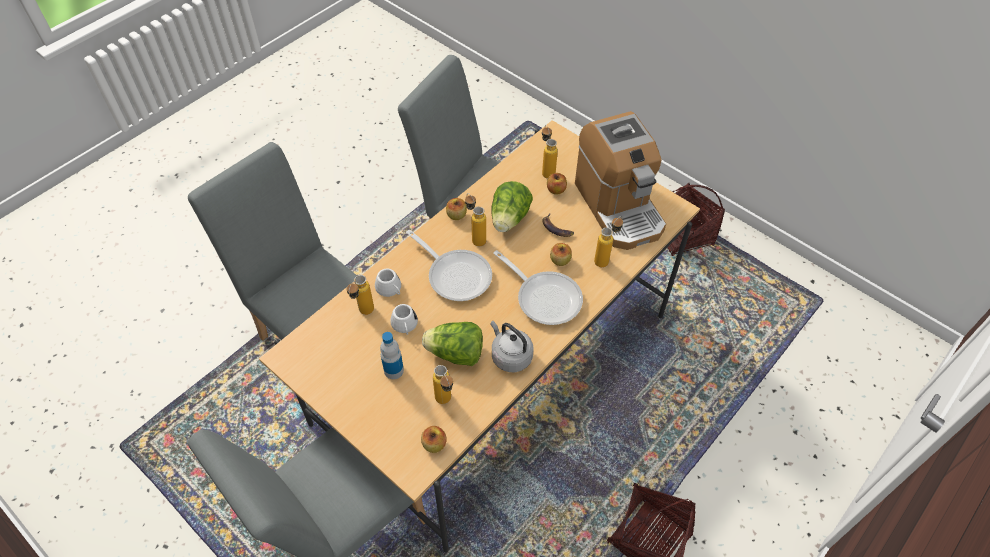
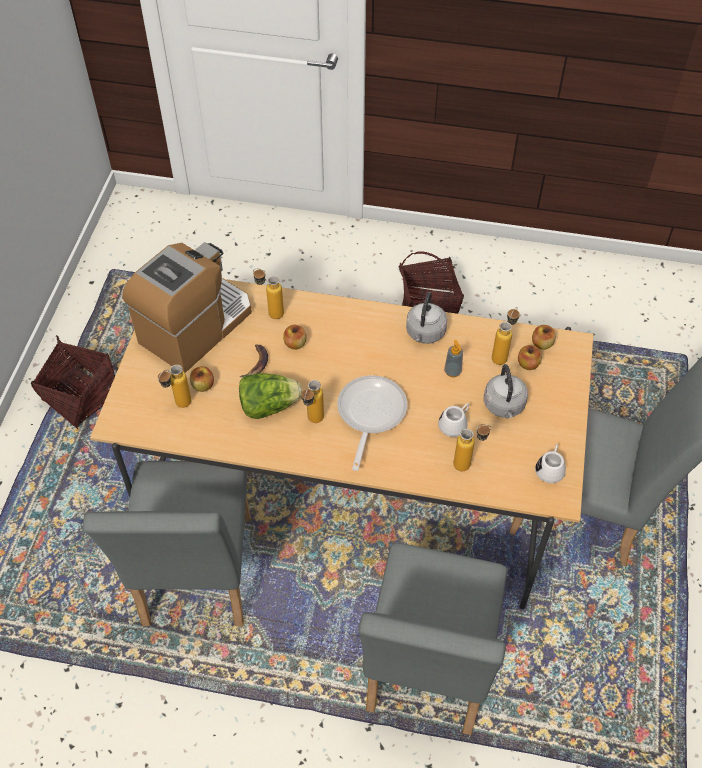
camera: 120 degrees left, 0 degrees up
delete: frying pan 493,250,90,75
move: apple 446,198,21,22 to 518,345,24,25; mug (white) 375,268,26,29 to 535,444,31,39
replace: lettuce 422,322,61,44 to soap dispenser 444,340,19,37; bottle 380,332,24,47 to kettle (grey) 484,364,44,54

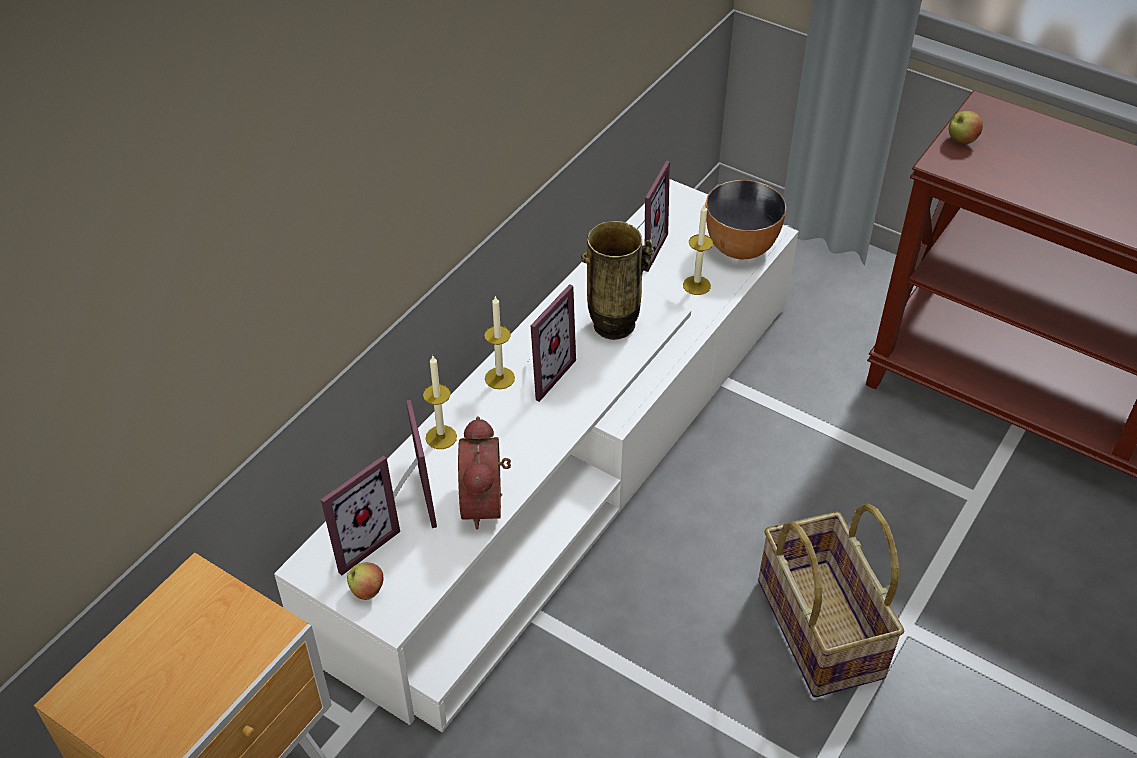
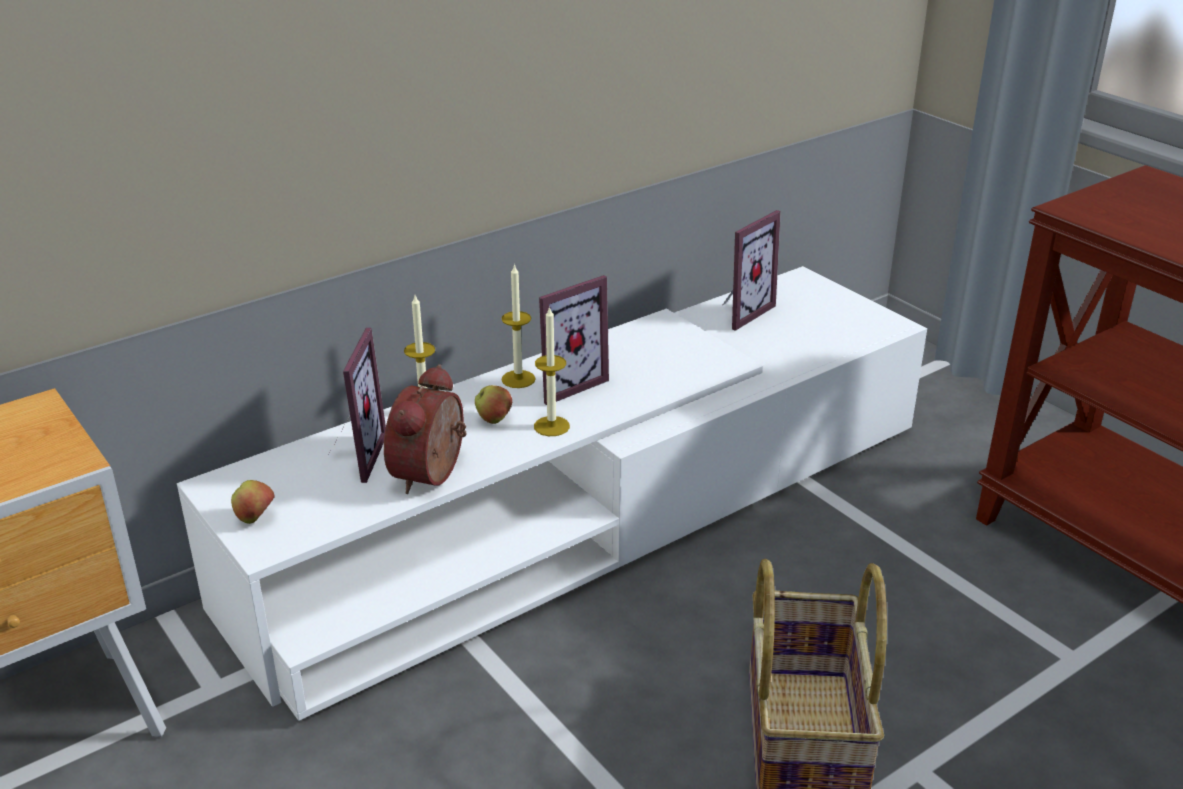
camera: 20 degrees right, 15 degrees down
delete: picture frame 321,455,79,121; vase 581,221,73,119; bowl 705,180,82,79
move: apple 949,110,34,34 to 475,385,37,39; candle 683,204,30,91 to 534,306,36,130

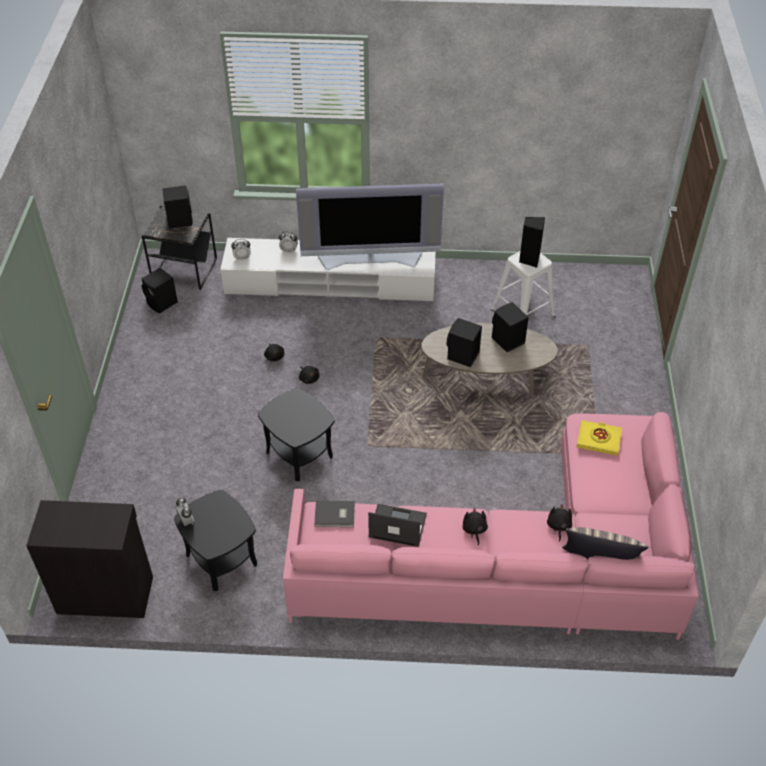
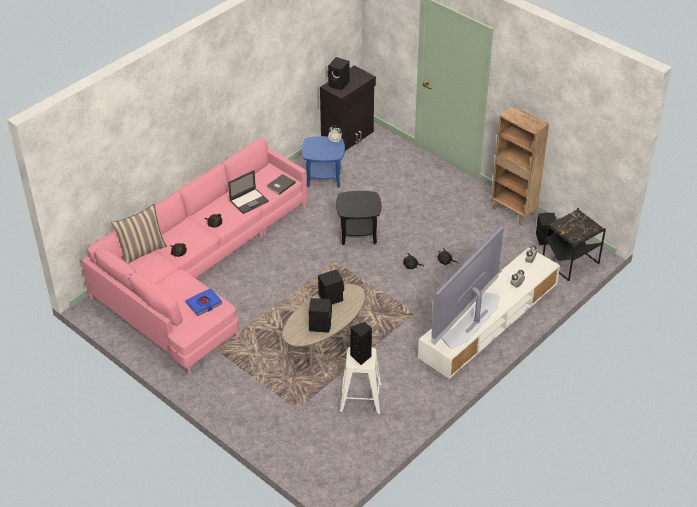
camera: 130 degrees right, 5 degrees down
insert: bookcase (brown) 491,106,58,119
move: speaker (black) 162,185,31,44 to 328,57,22,33
recolor: book (yellow) 577,420,45,36 to book (blue) 185,288,37,28; side table (black) 174,490,83,101 to side table (blue) 302,136,43,52

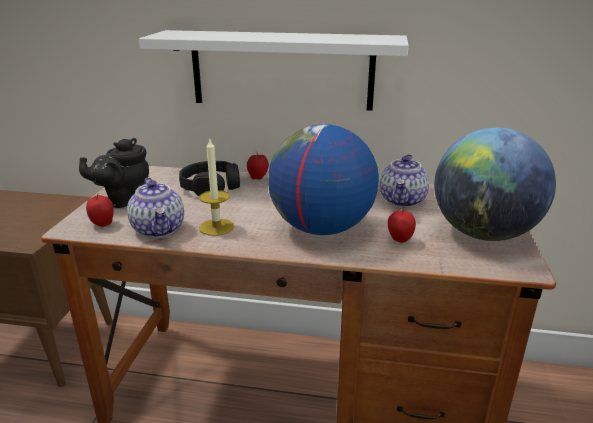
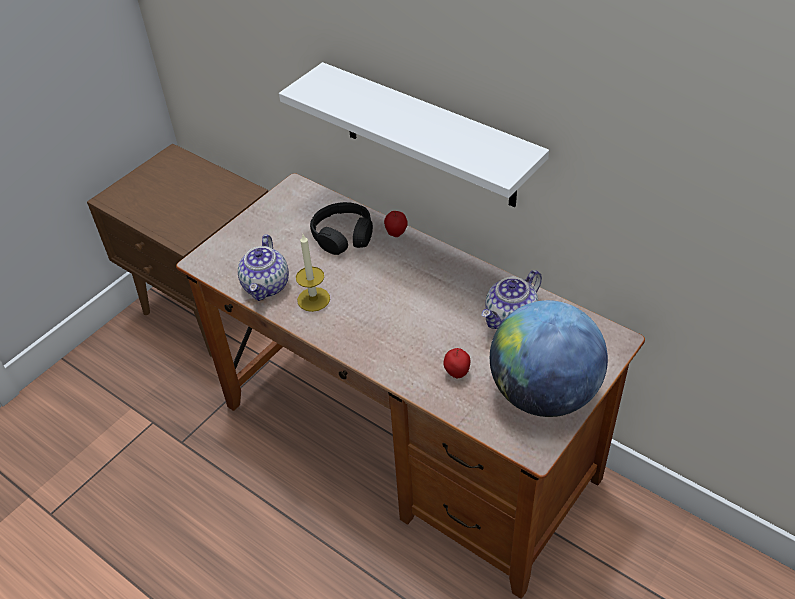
camera: 30 degrees right, 20 degrees up
delete: teapot (black) 79,138,70,70; apple 86,193,27,34; globe 268,124,111,111

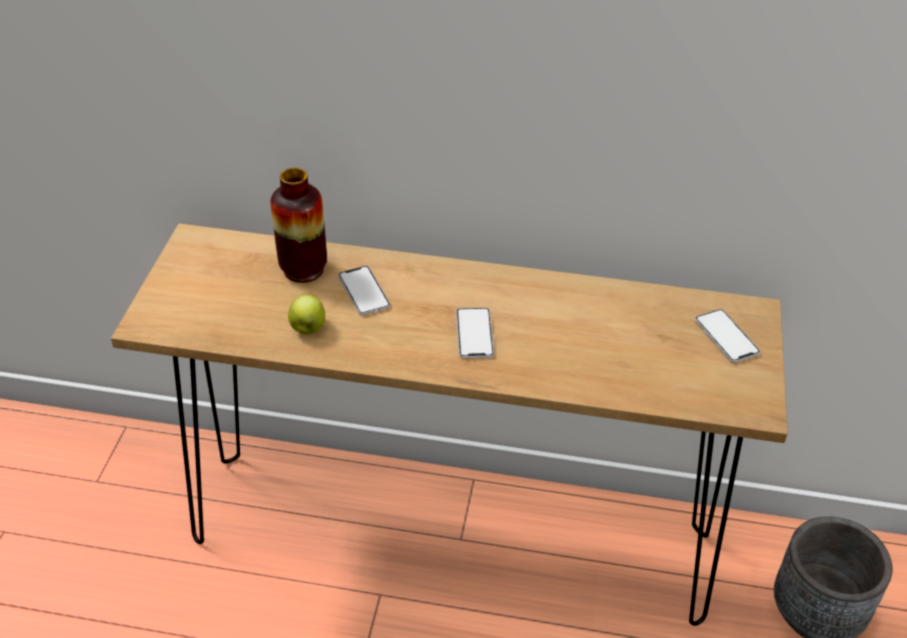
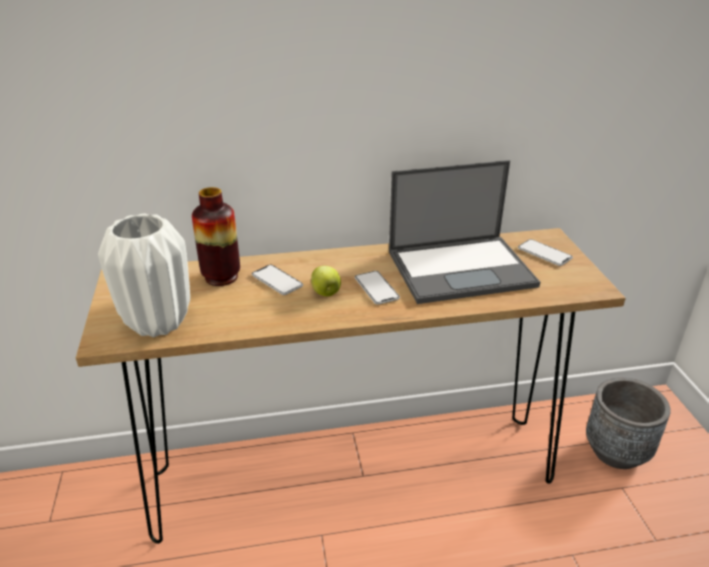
camera: 20 degrees left, 10 degrees down
insert: vase (white) 98,213,92,124; laptop 389,160,151,144
move: apple 288,295,37,39 to 311,266,30,31

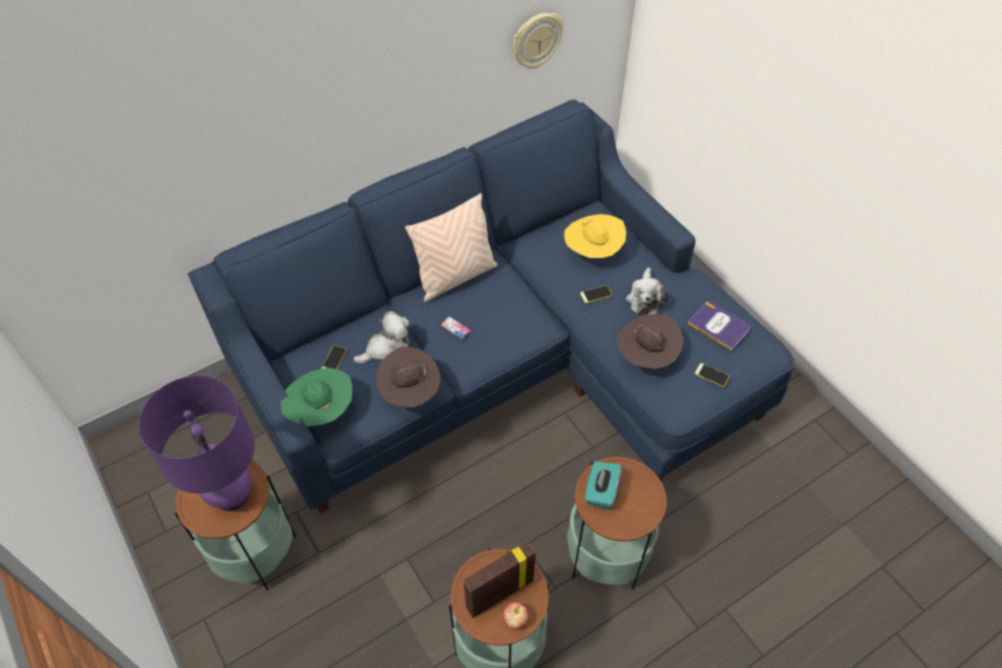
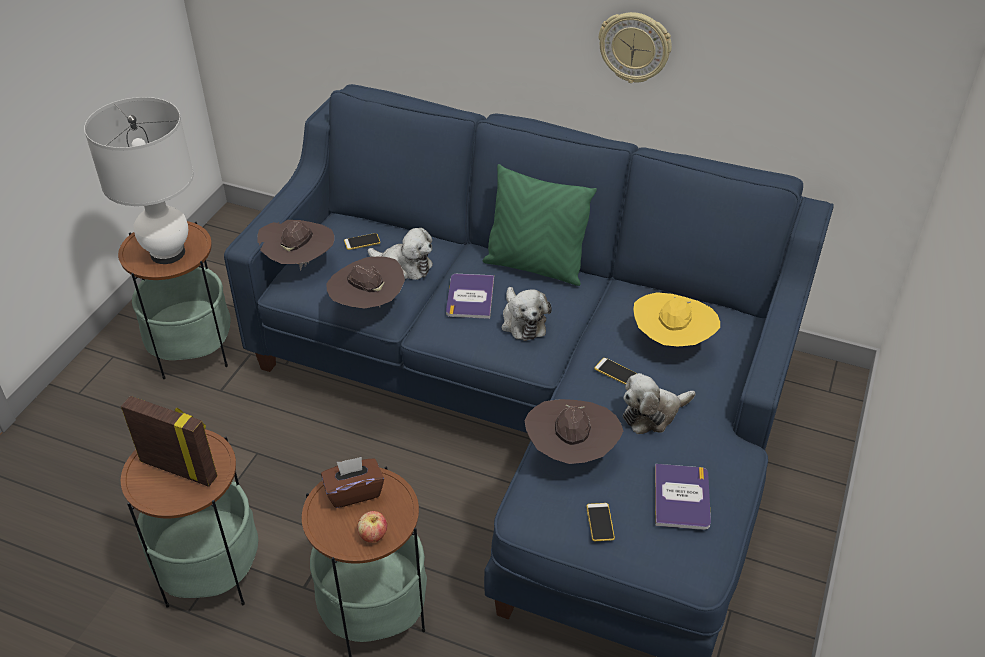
camera: 55 degrees right, 10 degrees down
insert: plush toy 502,287,50,54
move: apple 503,602,25,27 to 358,511,29,32; wall clock 513,13,50,56 to 599,12,73,71
replace: phone 440,316,32,24 to book 446,274,48,45
recolor: table lamp (purple) 138,375,117,136 to table lamp (white) 84,97,110,167; hat (green) 281,368,72,58 to hat (brown) 257,220,77,51; tissue box (turquoise) 585,461,37,49 to tissue box (brown) 321,457,63,51; pillow (beige) 405,193,93,109 to pillow (green) 483,164,114,122

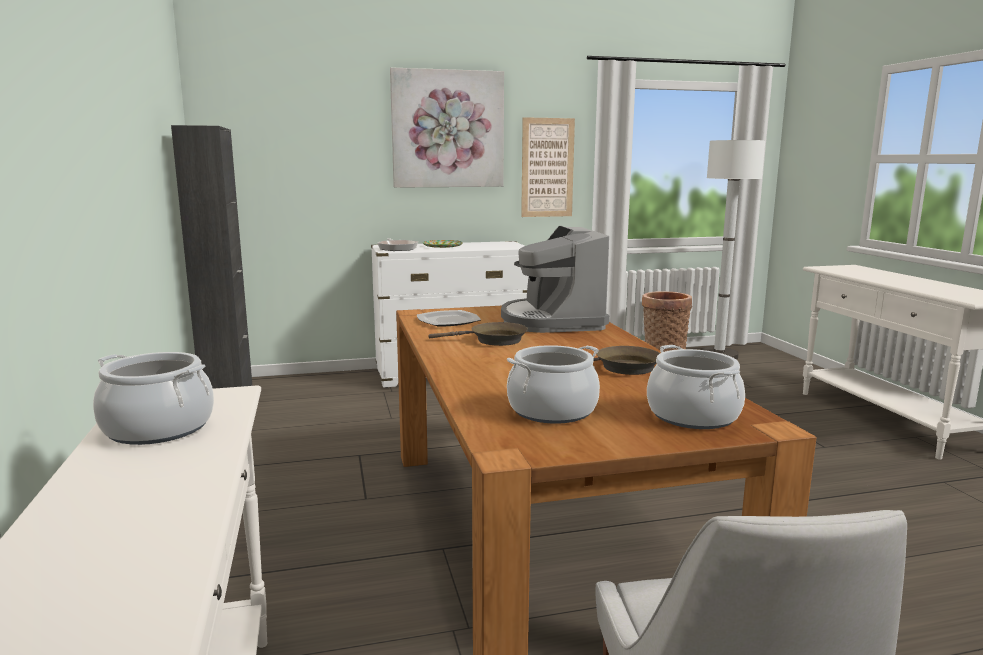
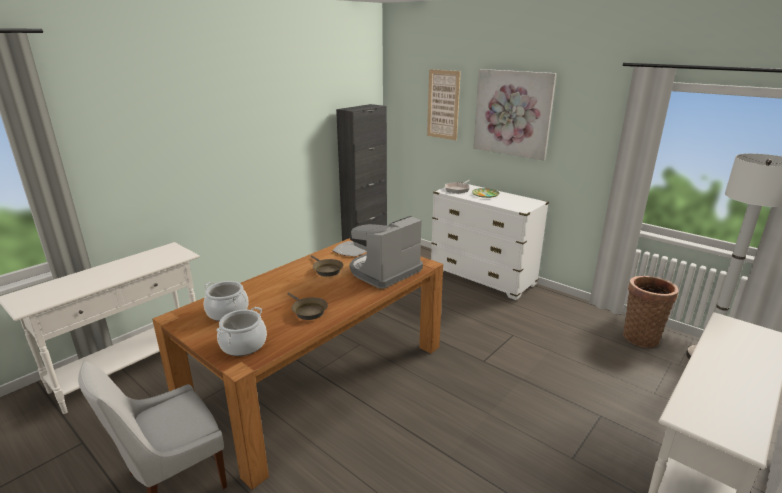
camera: 55 degrees right, 10 degrees up
delete: cooking pot 93,352,121,93
move: picture 521,117,54,100 to 427,69,34,71

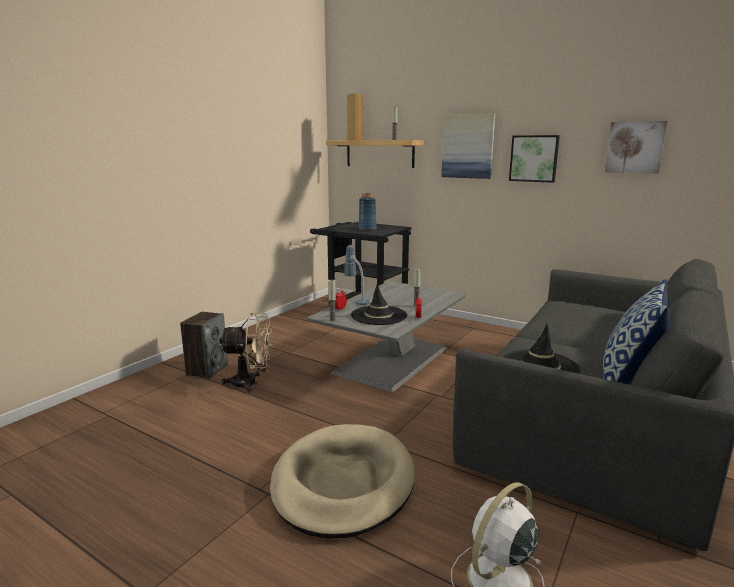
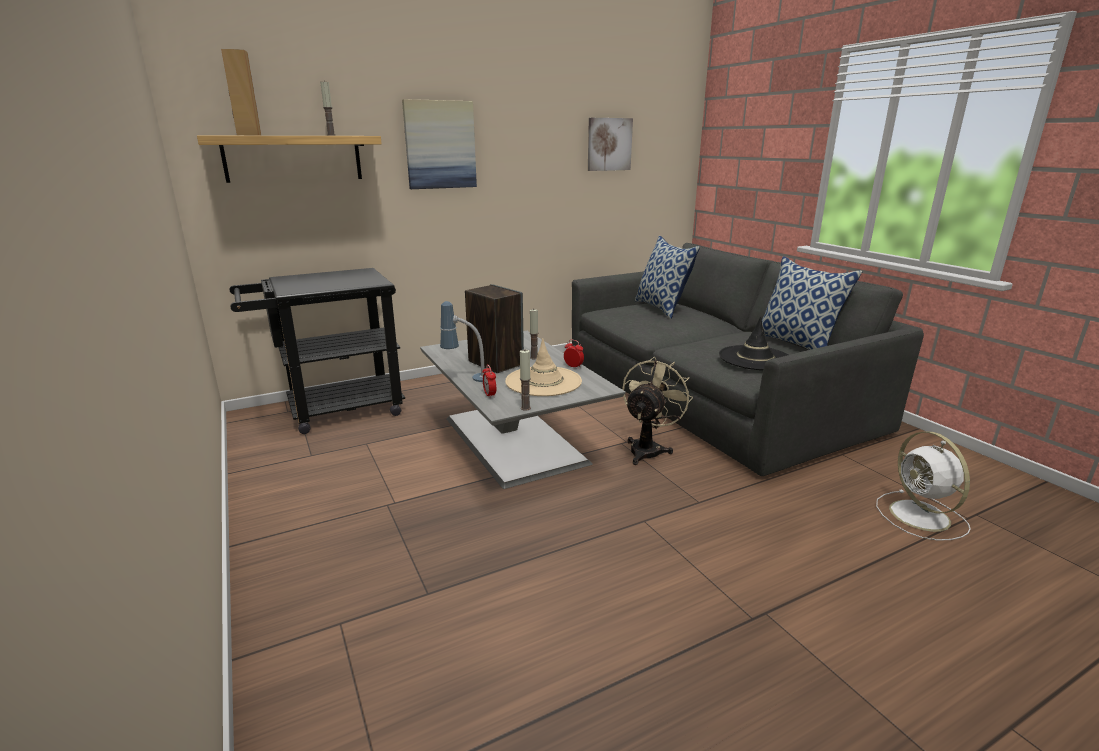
camera: 60 degrees left, 5 degrees up
delete: dog bed (beige) 270,424,145,115; vase (blue) 358,193,19,38; picture 509,135,51,48
insert: pillow 635,236,65,83
move: speaker 180,312,48,67 to 465,284,59,89; fan (beige) 219,312,53,80 to 622,357,71,108
recolor: hat (black) 351,283,56,42 to hat (beige) 505,338,77,58

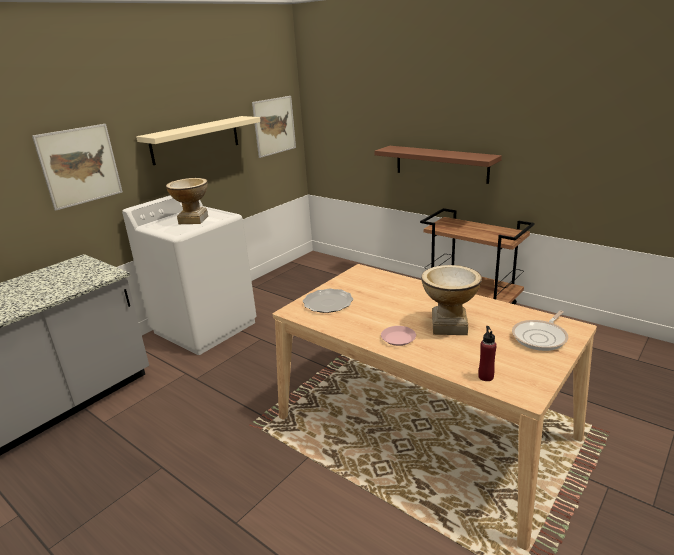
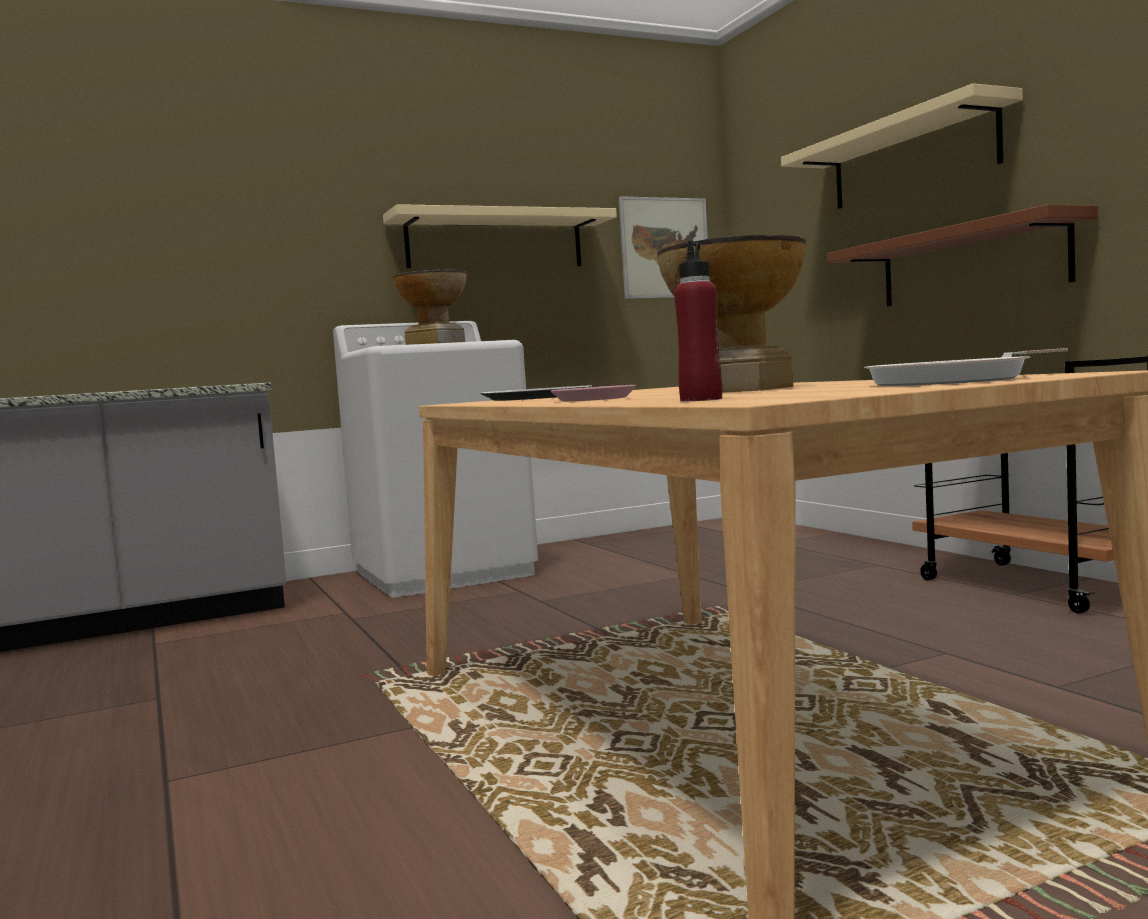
camera: 25 degrees right, 20 degrees down
delete: picture 32,124,91,87
insert: shelf (beige) 781,83,242,126

